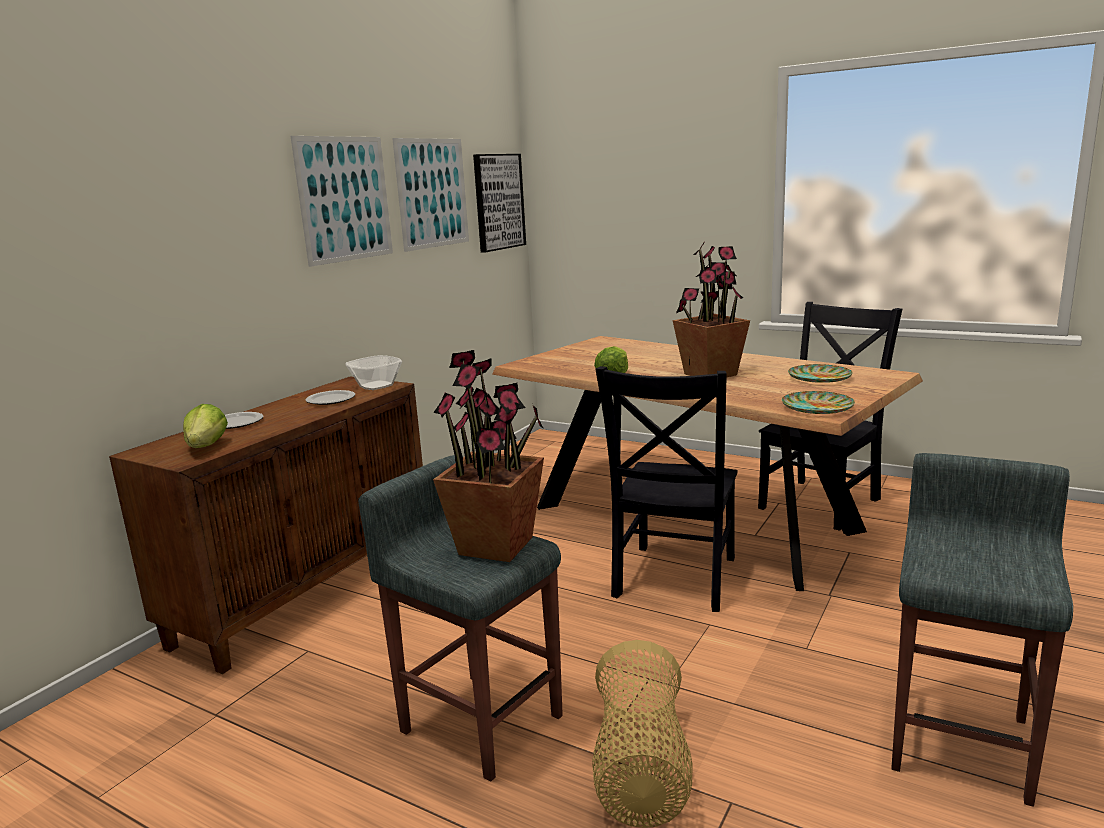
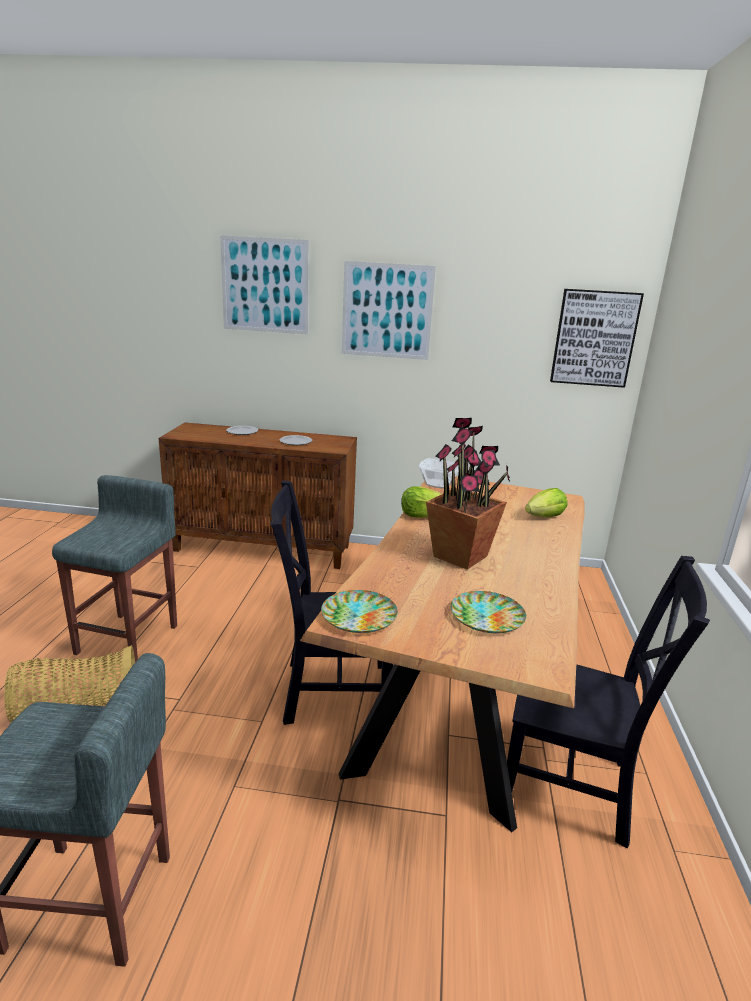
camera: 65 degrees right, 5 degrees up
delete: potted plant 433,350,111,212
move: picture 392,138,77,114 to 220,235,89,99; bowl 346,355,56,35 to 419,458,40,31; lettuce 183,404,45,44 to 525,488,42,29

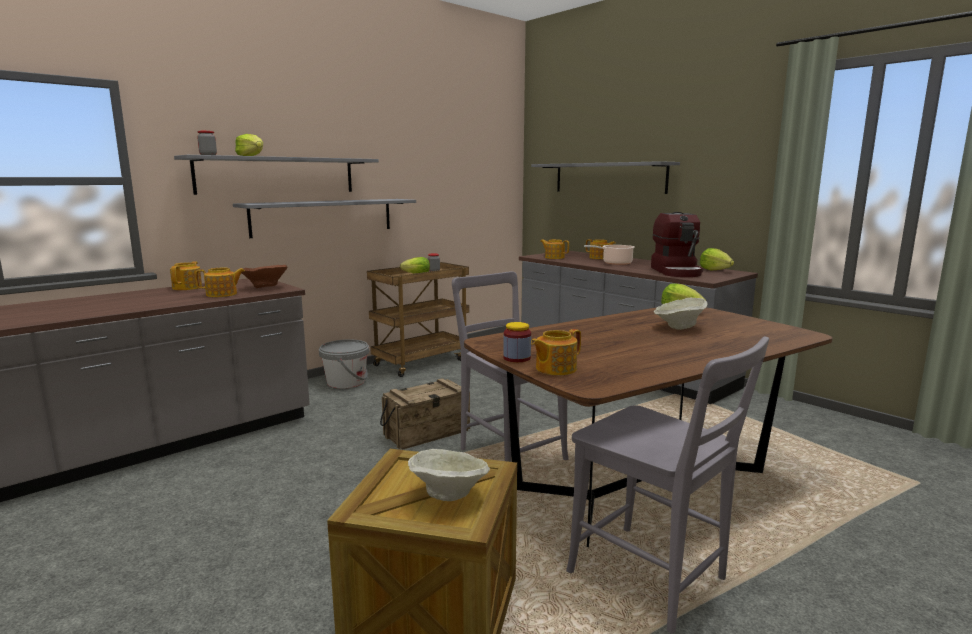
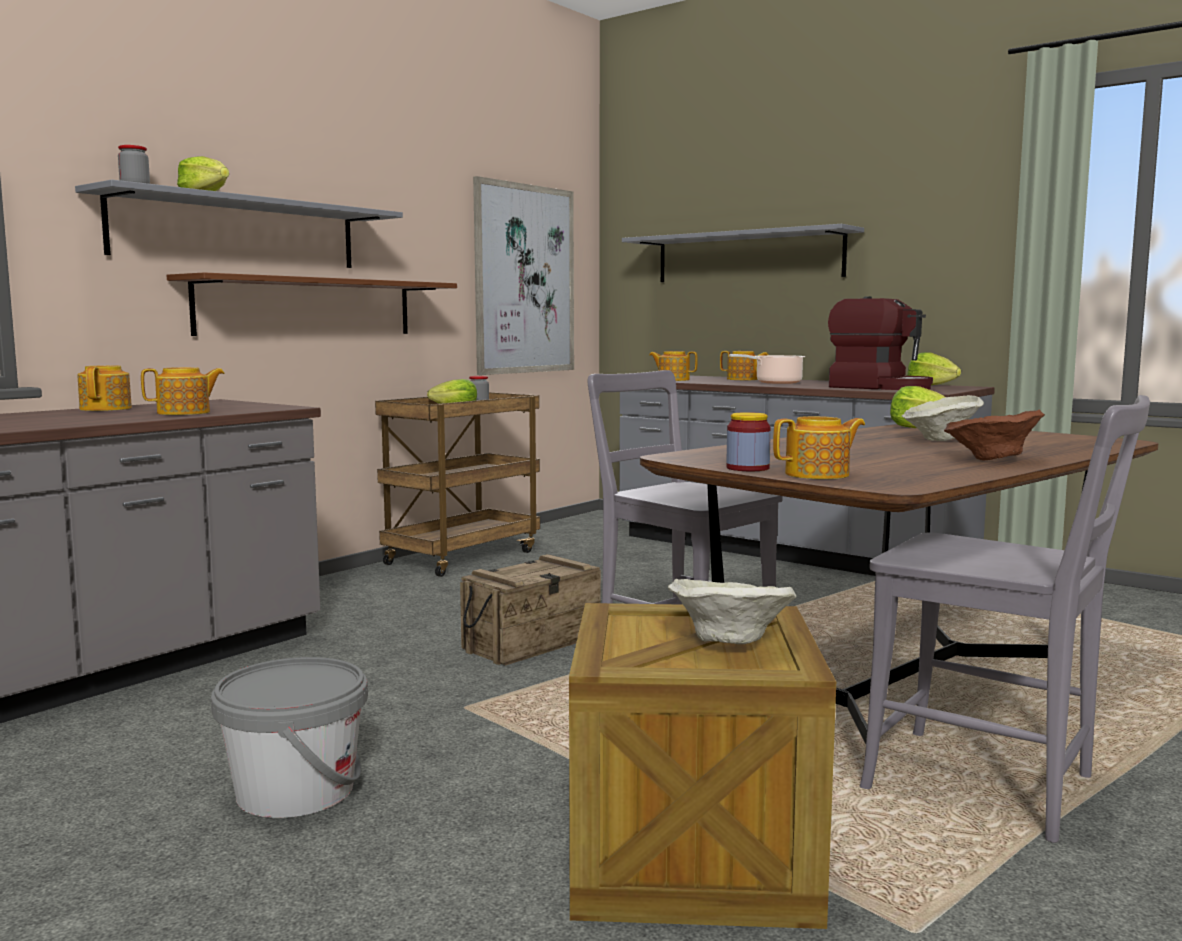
camera: 10 degrees left, 5 degrees down
insert: picture 473,176,101,199
move: bucket (grey) 319,339,50,50 to 211,657,157,161; bowl (brown) 241,265,46,23 to 944,410,101,51
recolor: shelf (grey) 233,199,183,39 to shelf (brown) 167,272,290,64
rotate: teapot 531,329,50,46 = 773,416,92,63 150 degrees counterclockwise; coffee machine 651,212,52,65 = 828,296,105,94 45 degrees counterclockwise

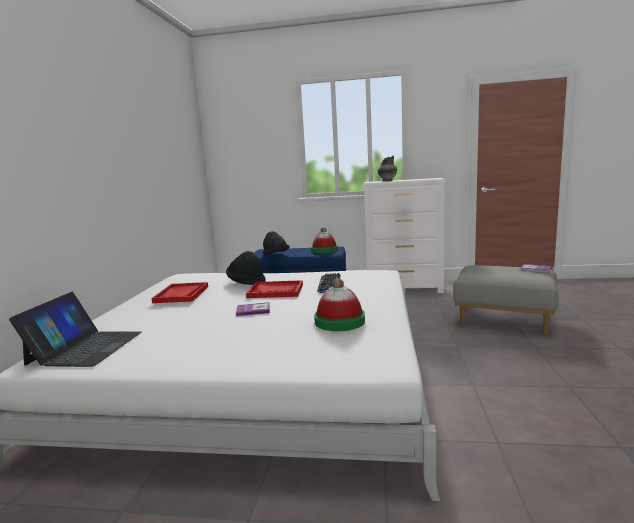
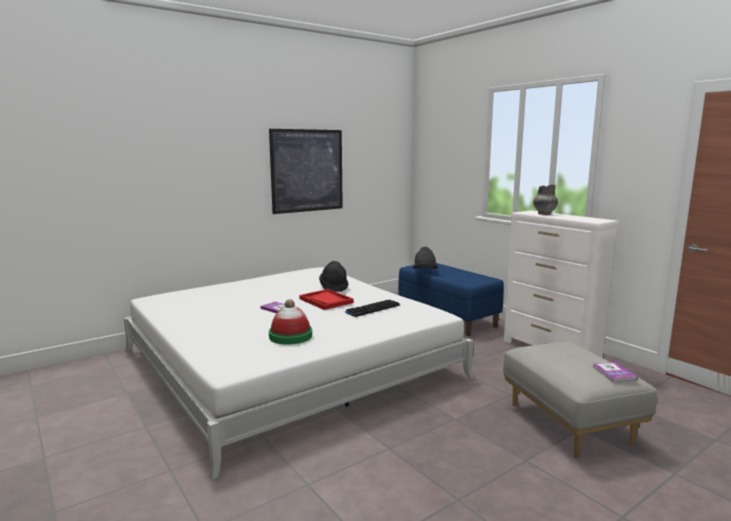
camera: 45 degrees right, 0 degrees up
delete: laptop 9,292,133,75; tray (red) 151,282,57,21; hat 311,227,27,26
insert: picture 269,129,74,85

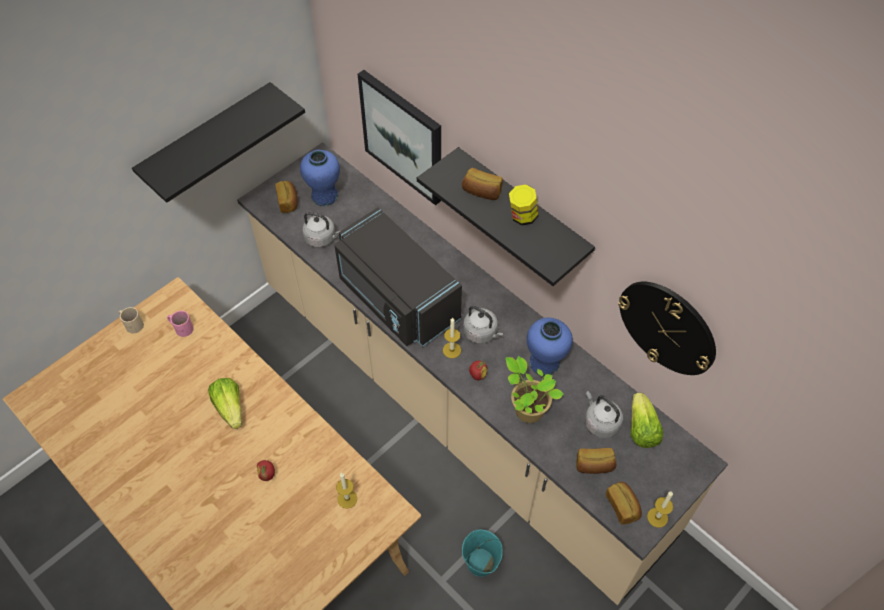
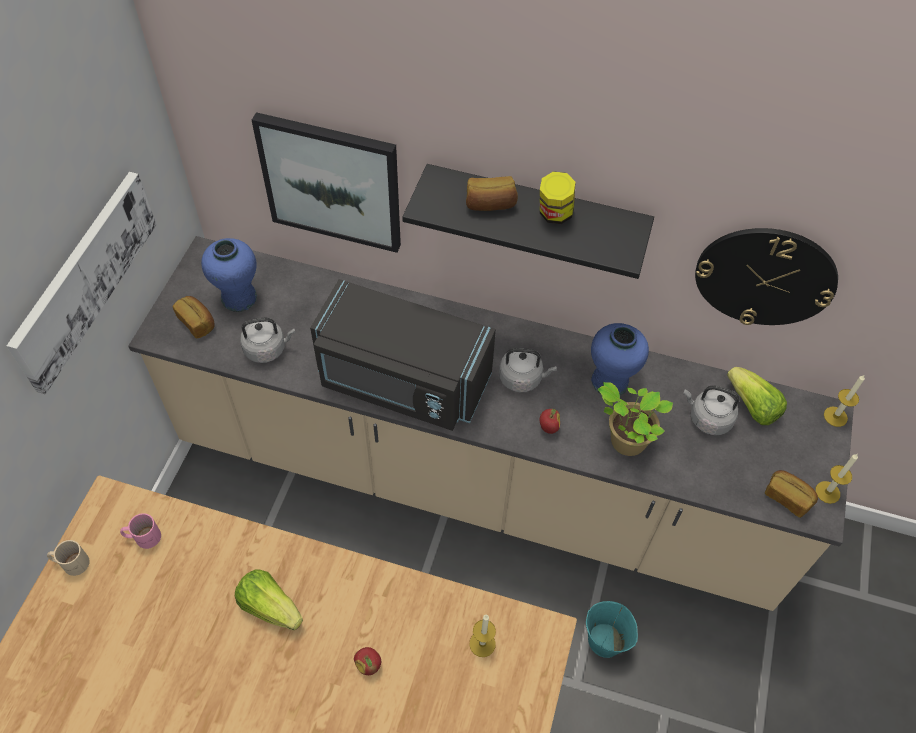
camera: 30 degrees left, 0 degrees up
delete: bread 576,448,41,26
move: candle 443,317,18,41 to 824,375,41,52
replace: shelf (black) 132,82,173,121 to picture 7,172,149,222

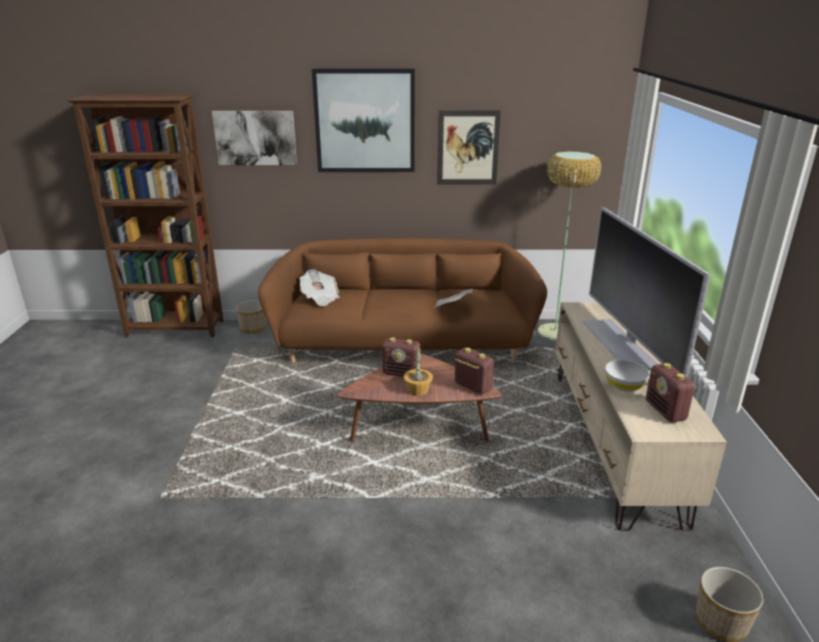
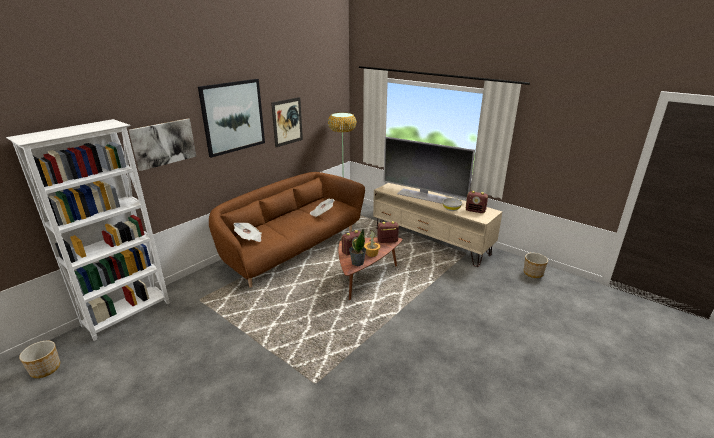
camera: 50 degrees left, 0 degrees up
insert: potted plant 349,228,17,38
move: planter 236,300,30,34 to 19,341,41,37
recolor: bookcase (brown) 67,94,157,243 to bookcase (white) 6,119,164,222

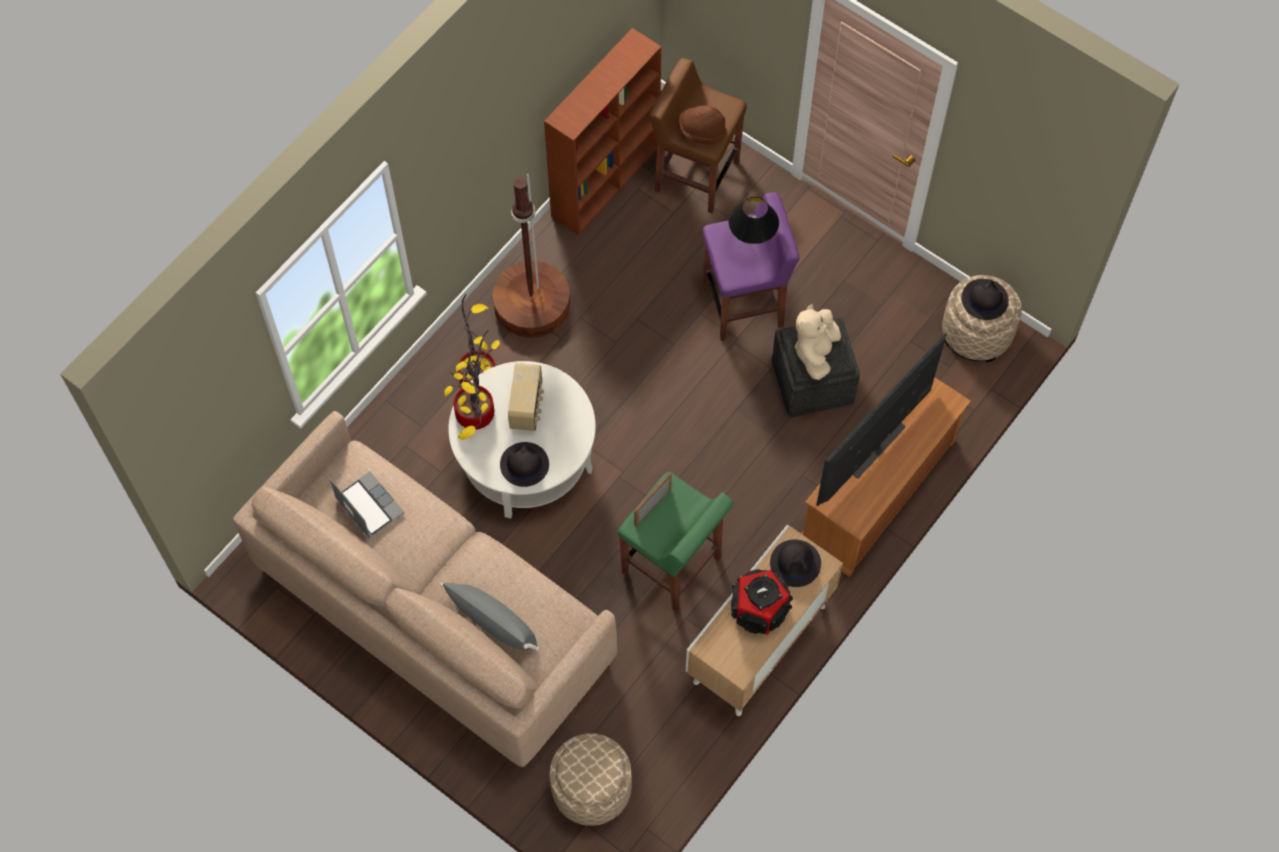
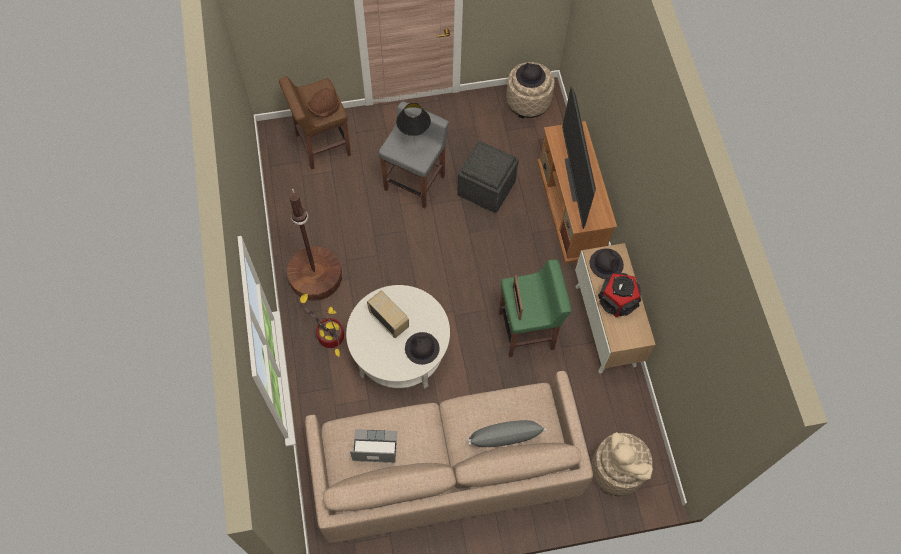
camera: 50 degrees left, 0 degrees up
delete: potted plant 453,330,47,110; bookcase (brown) 544,28,117,207
move: plush toy (beige) 795,304,46,76 to 611,432,42,48
recolor: stool (purple) 703,192,97,149 to stool (grey) 379,101,70,107

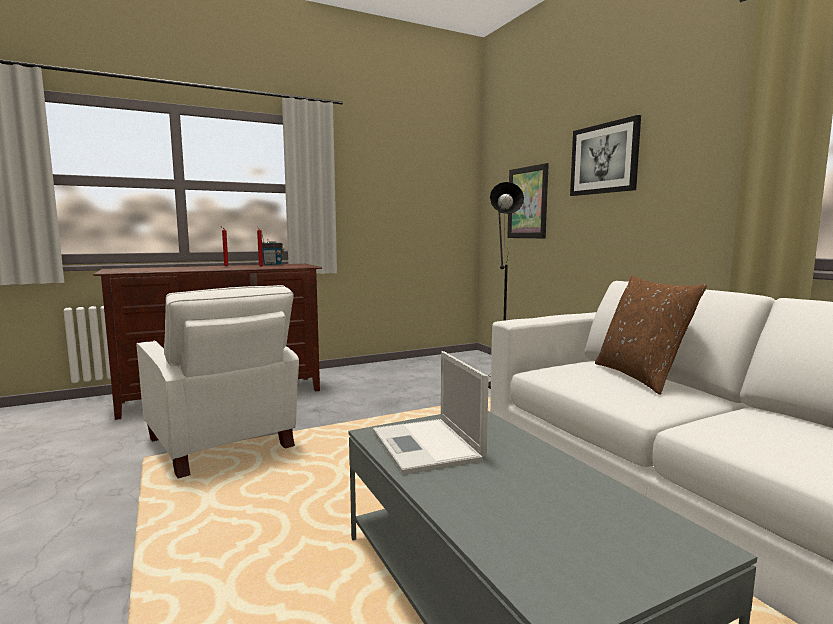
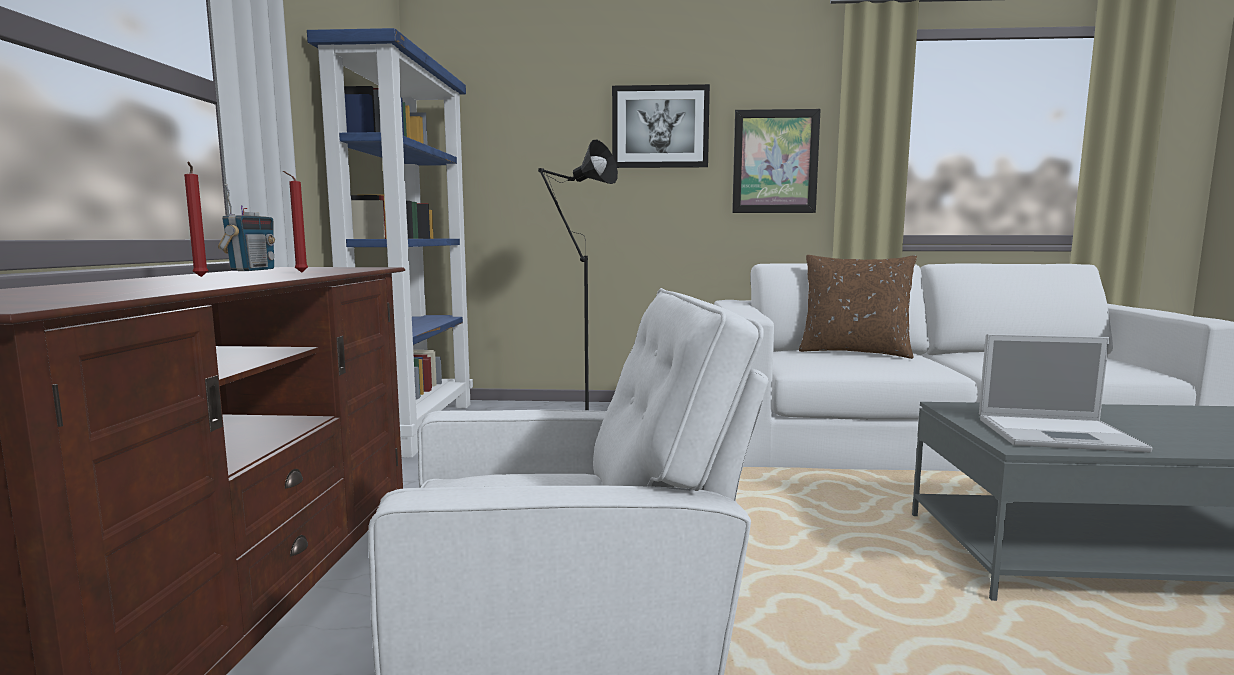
camera: 60 degrees left, 0 degrees up
insert: bookcase (blue) 307,28,166,430
move: picture 507,163,42,75 to 732,109,89,104

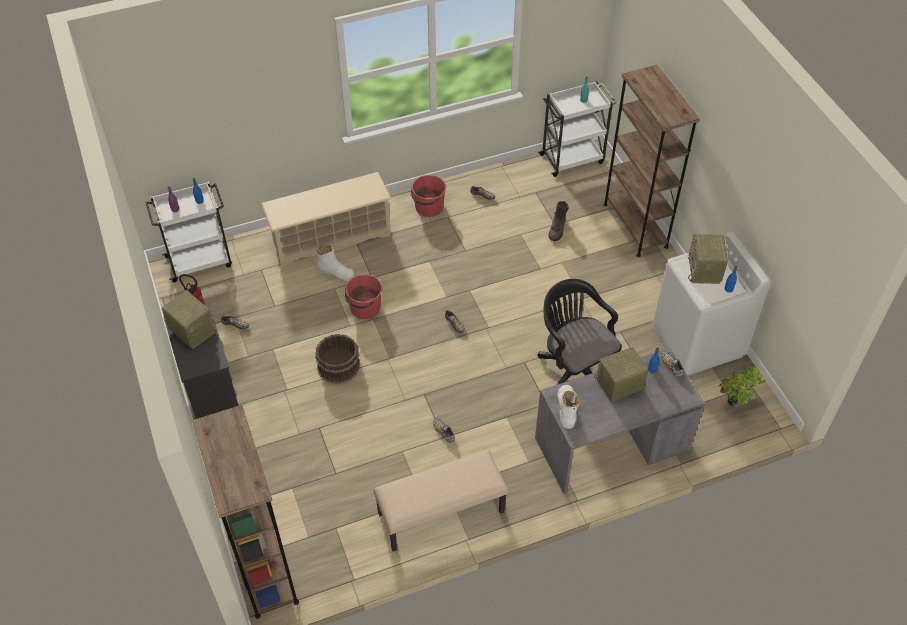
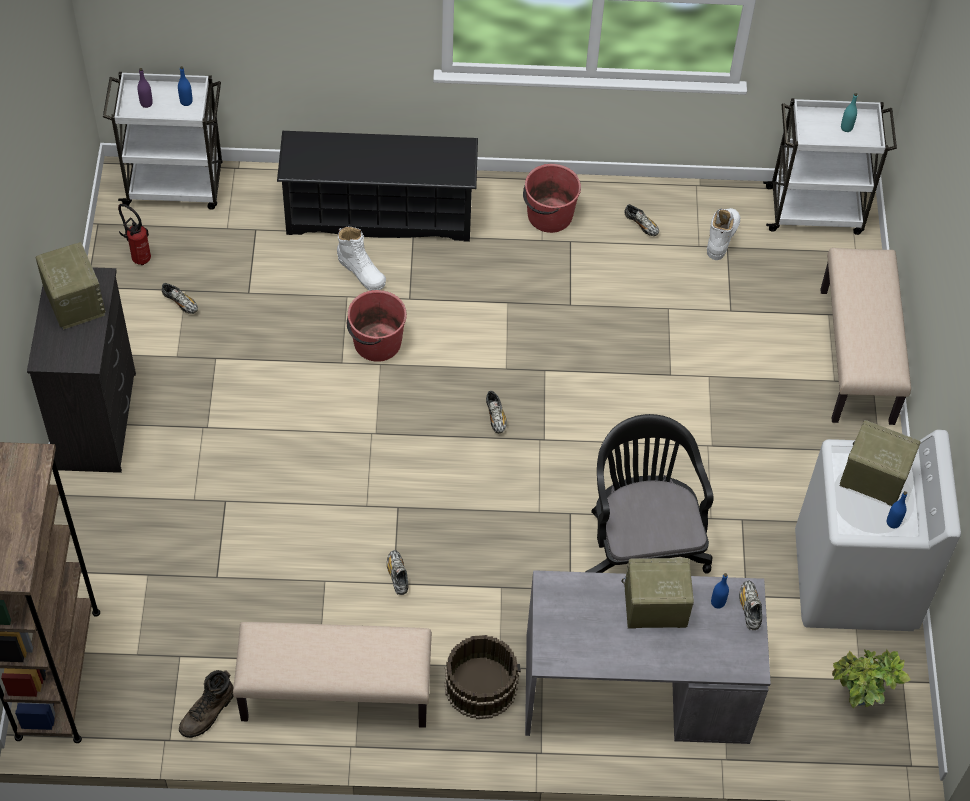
camera: 20 degrees right, 5 degrees up
move: boot (brown) 548,201,21,40 to 179,670,55,68; bucket (brown) 315,334,45,50 to 444,635,77,84; boot (white) 557,385,22,44 to 707,208,33,52
replace: bookcase (brown) 603,65,97,192 to bench (beige) 820,248,91,177
recolor: shoe rack (beige) 261,172,130,95 to shoe rack (black) 277,131,201,111
rotate: radio 688,234,40,50 = 840,420,81,86 90 degrees clockwise

